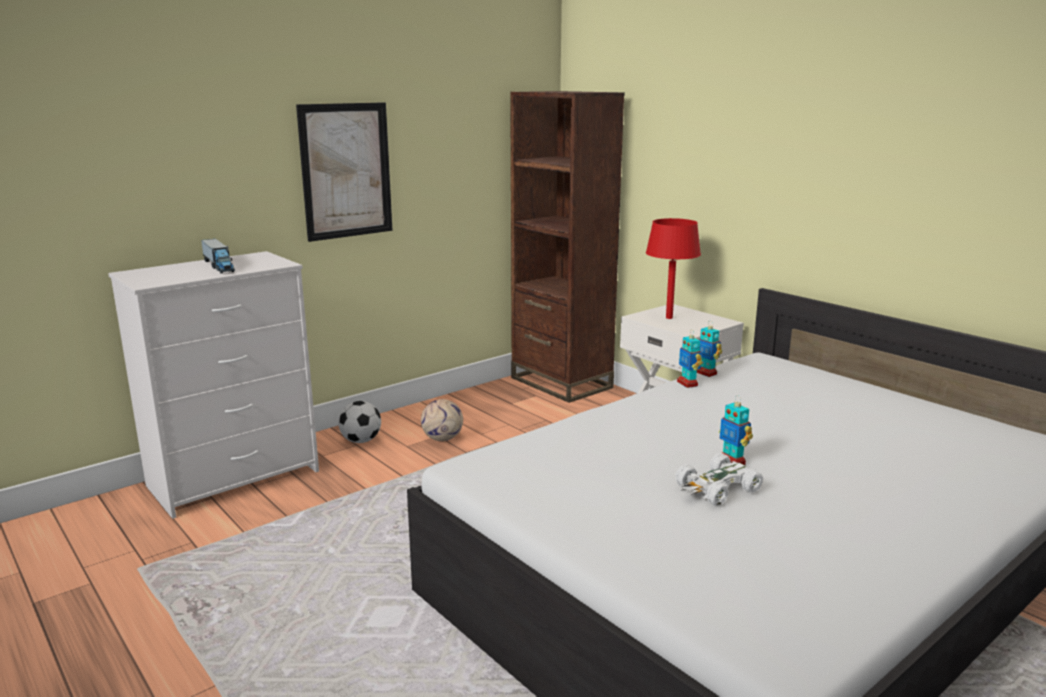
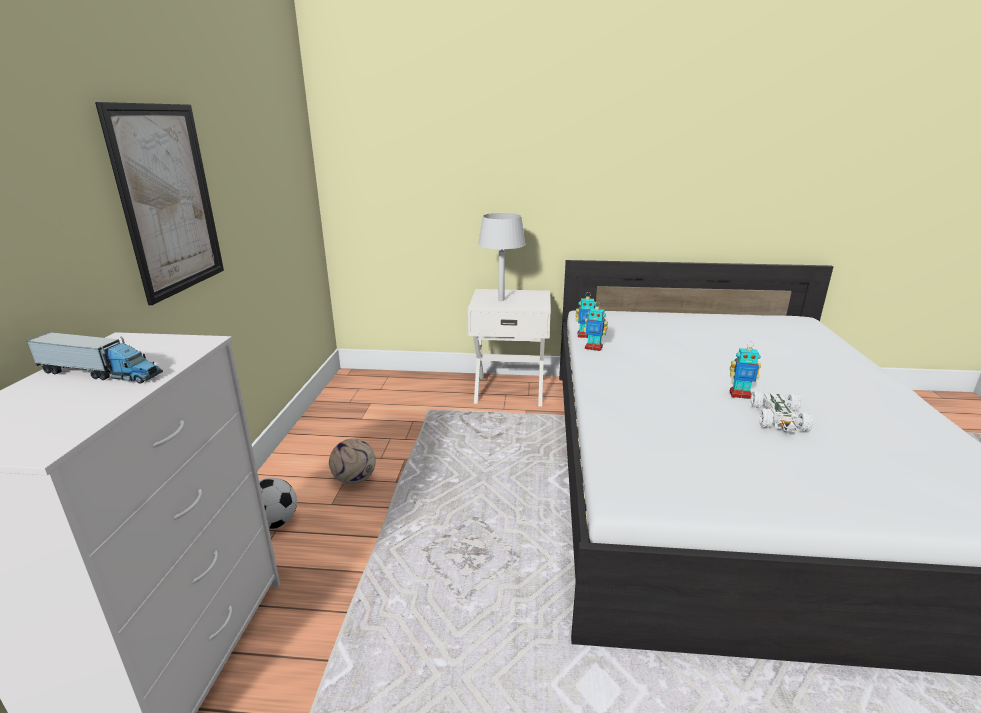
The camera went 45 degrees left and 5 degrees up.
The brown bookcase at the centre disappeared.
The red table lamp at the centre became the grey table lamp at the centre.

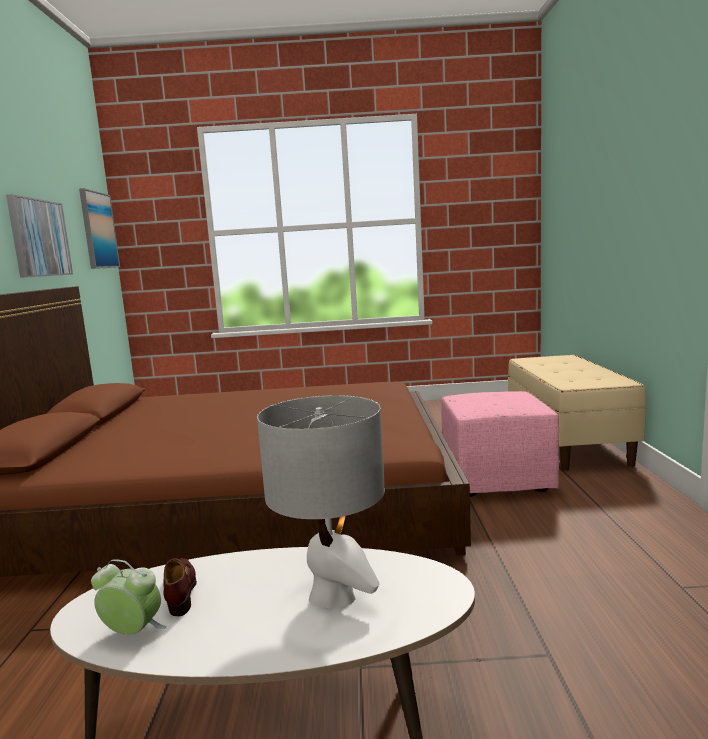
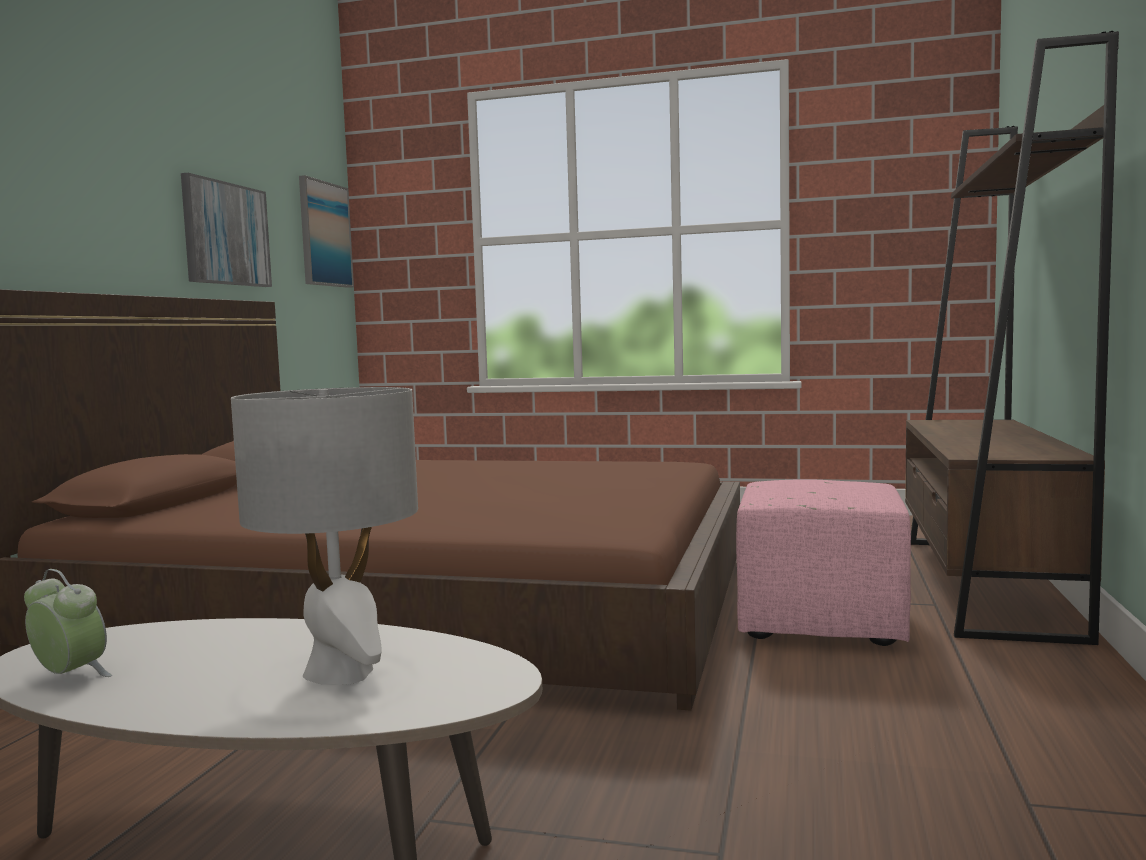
The camera went 15 degrees right and 5 degrees down.
The brown shoe at the bottom left disappeared.
The beige bench at the middle right was replaced by the brown bookcase at the middle right.

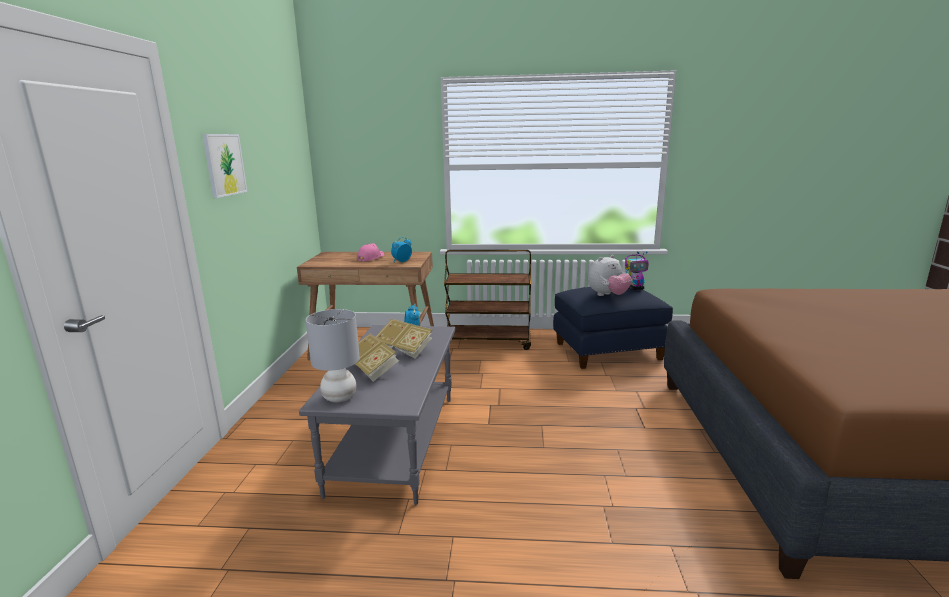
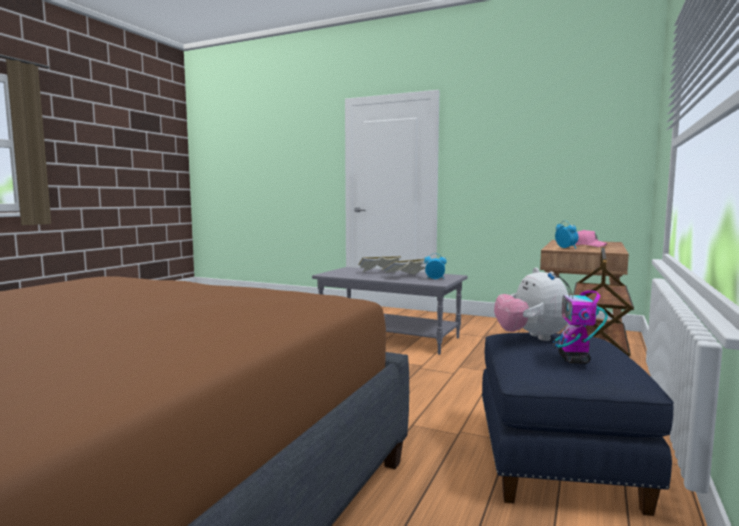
The camera went 110 degrees right and 10 degrees down.
The picture at the top left disappeared.
The grey table lamp at the centre disappeared.

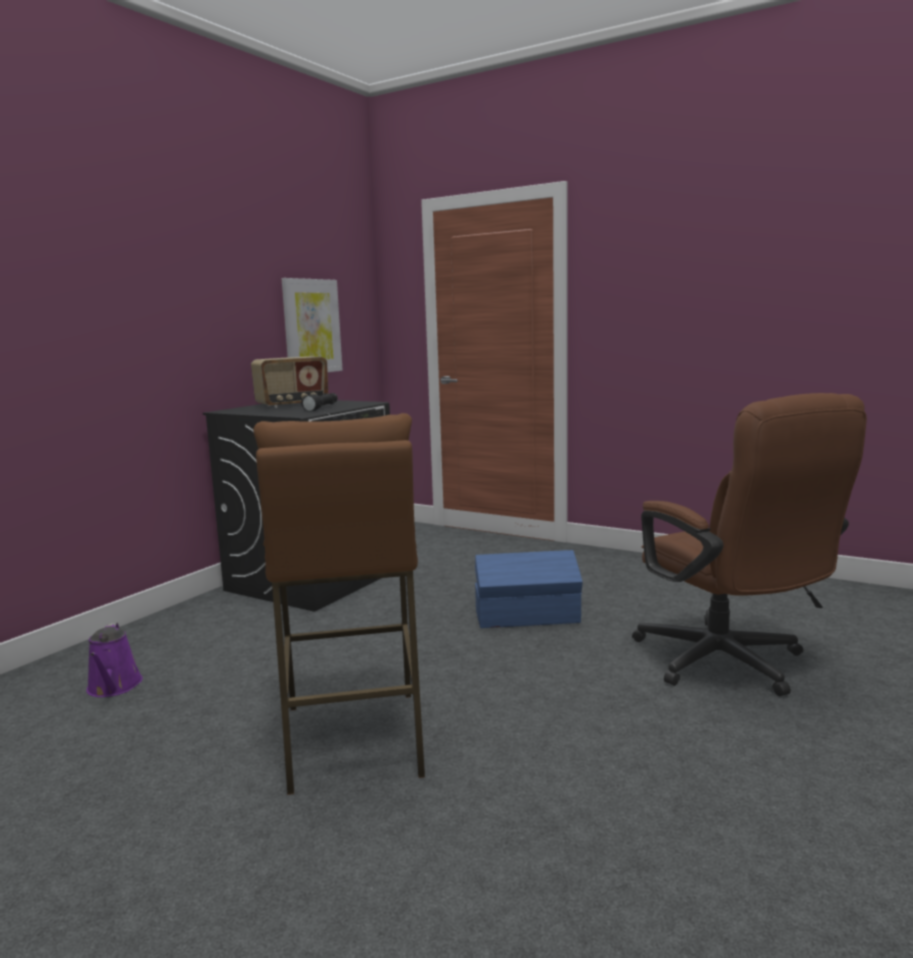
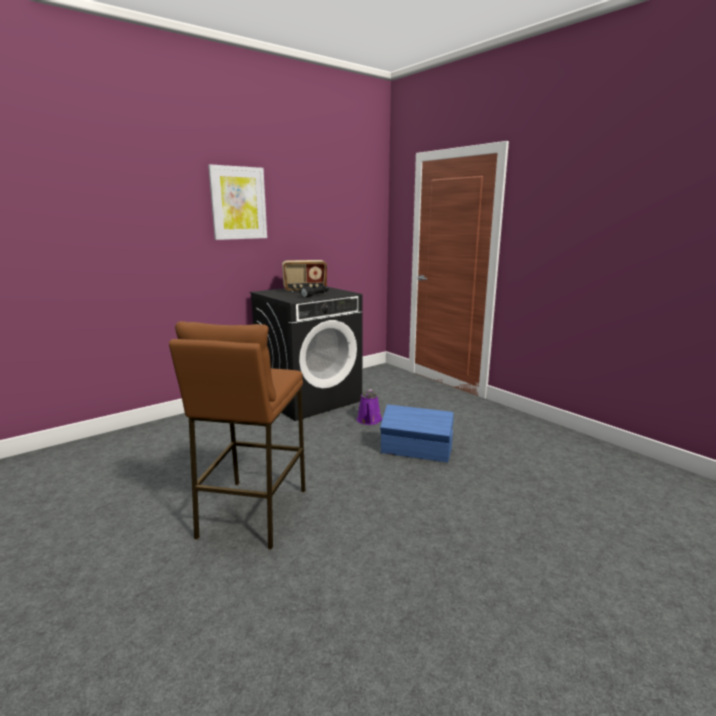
The camera went 20 degrees right and 5 degrees up.
The purple watering can moved from the bottom left to the centre.
The picture moved from the centre to the top left.
The brown office chair at the middle right disappeared.

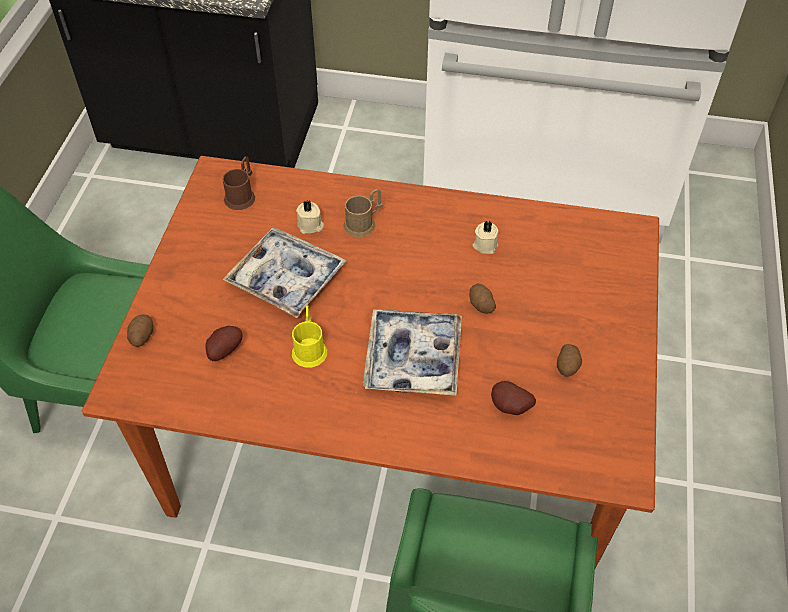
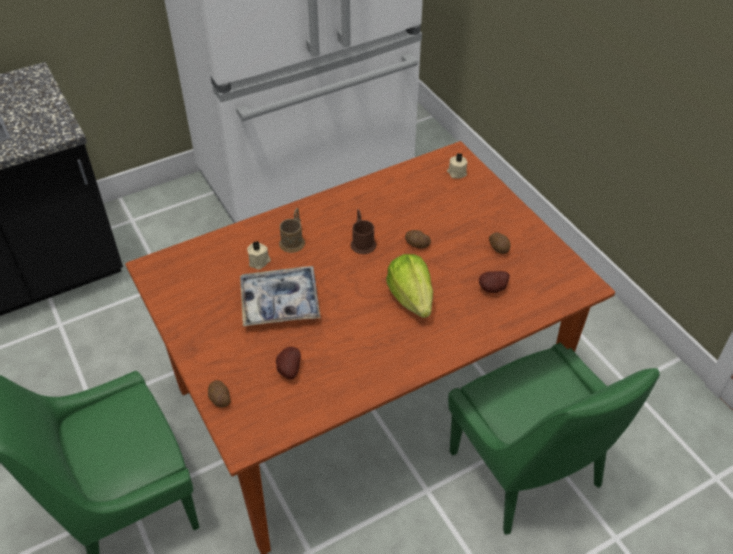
The camera went 40 degrees left and 5 degrees down.
The brown mug (no. 1 from left in the first image) moved from the top left to the centre.
The yellow mug at the centre disappeared.
The tray (no. 2 from left) at the centre was replaced by the lettuce at the centre.
The beige candle (no. 2 from left) moved from the centre to the top centre.

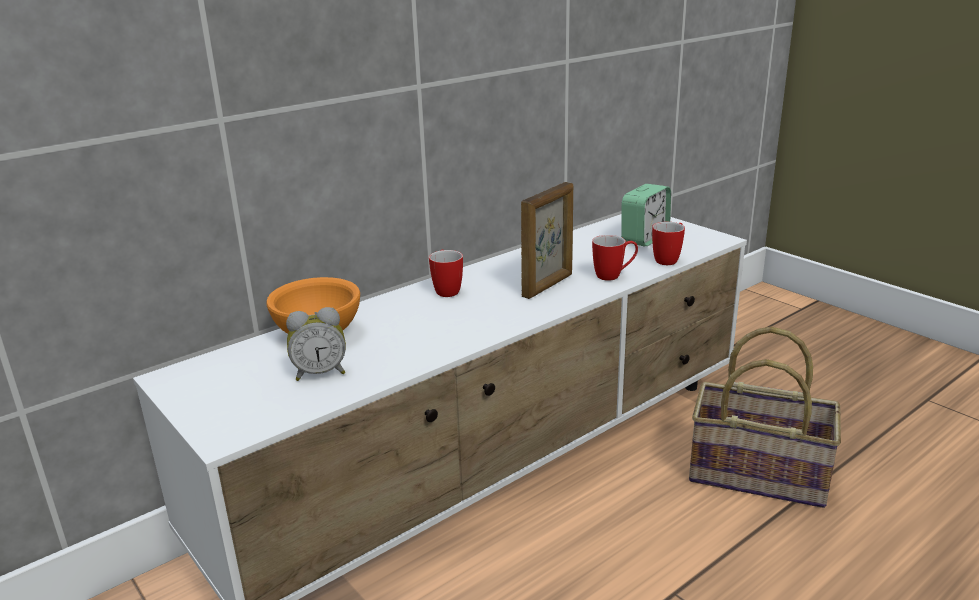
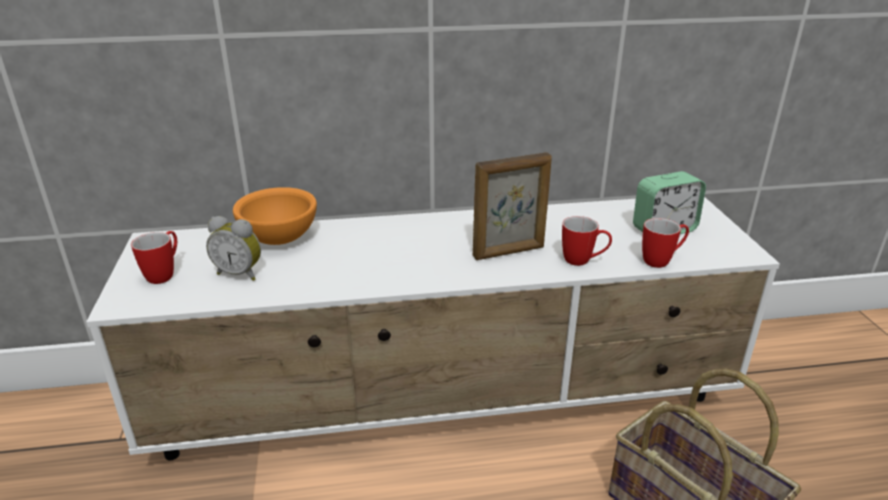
The camera went 30 degrees right and 5 degrees up.
The mug (no. 1 from left) moved from the centre to the middle left.

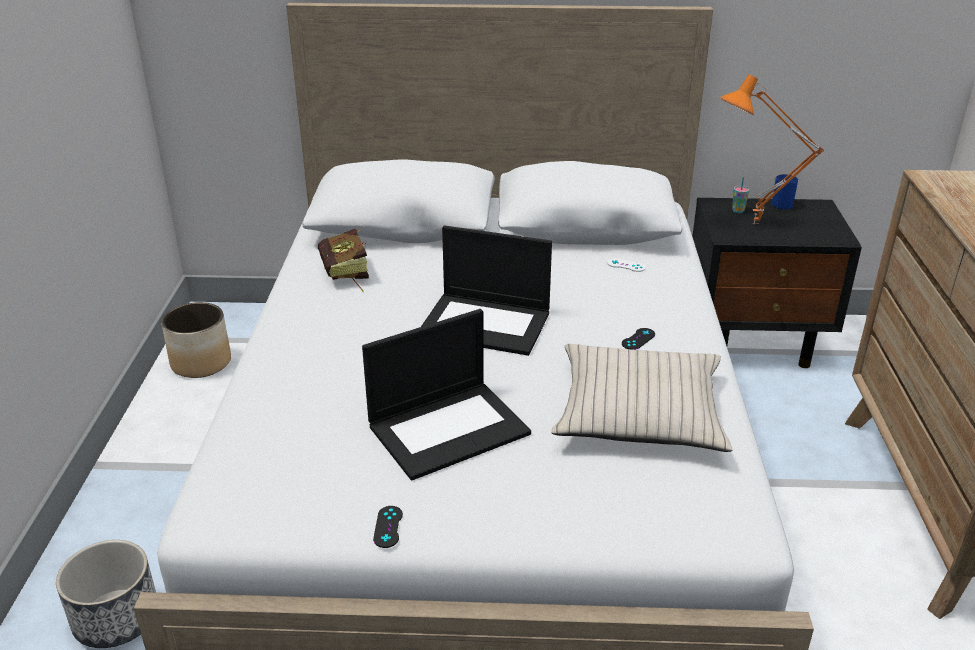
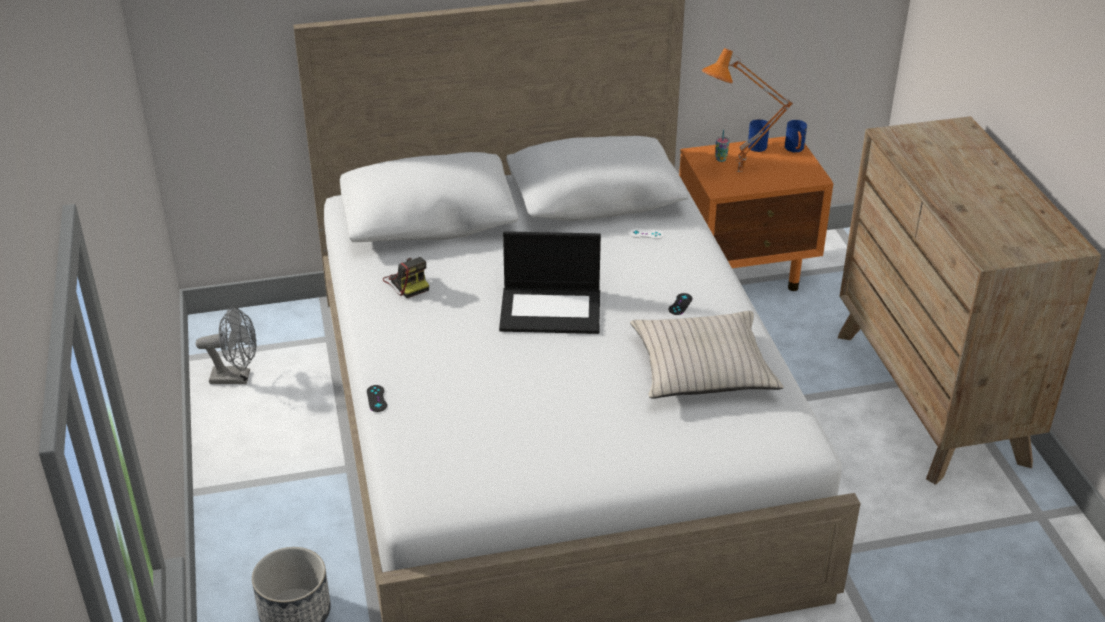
The camera went 15 degrees left and 5 degrees up.
The planter (no. 2 from left) at the middle left was replaced by the grey fan at the middle left.
The book at the centre was replaced by the photo camera at the centre.
The laptop (no. 1 from left) at the centre disappeared.
The black game controller (no. 1 from left) moved from the bottom centre to the centre.
The black nightstand at the middle right became the orange nightstand at the middle right.
The blue mug (no. 2 from left) at the top right appeared.

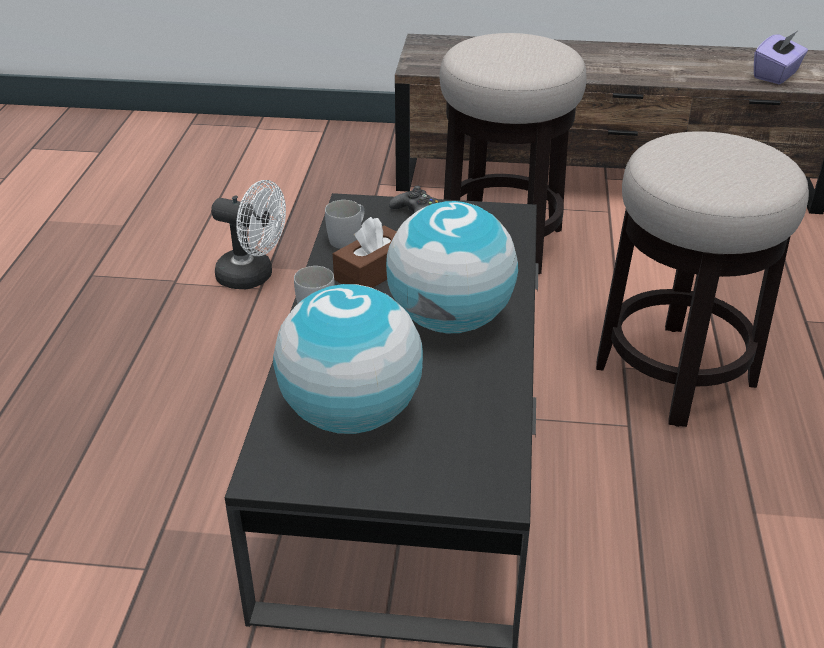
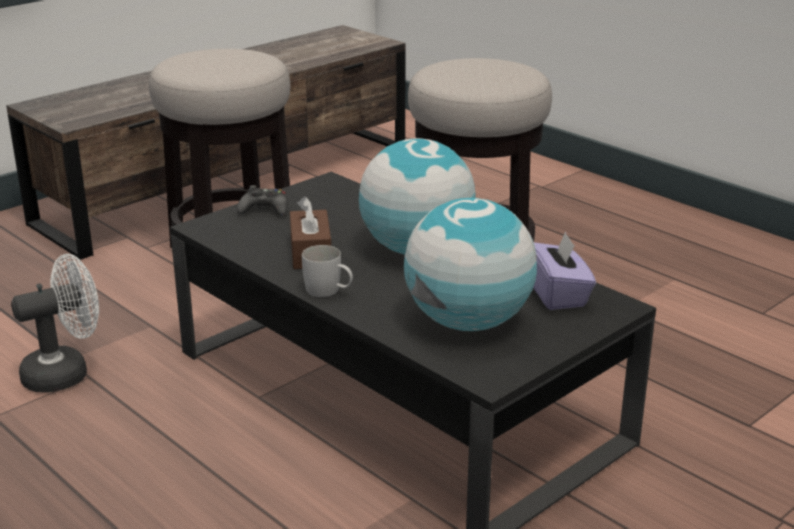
The camera went 50 degrees left and 10 degrees down.
The white mug (no. 2 from left) at the centre disappeared.
The purple tissue box moved from the top right to the middle right.

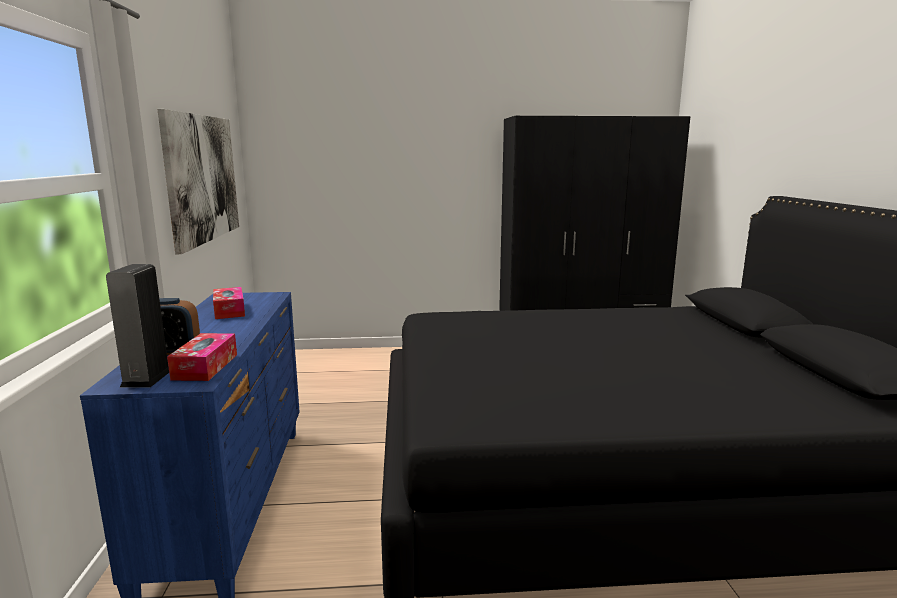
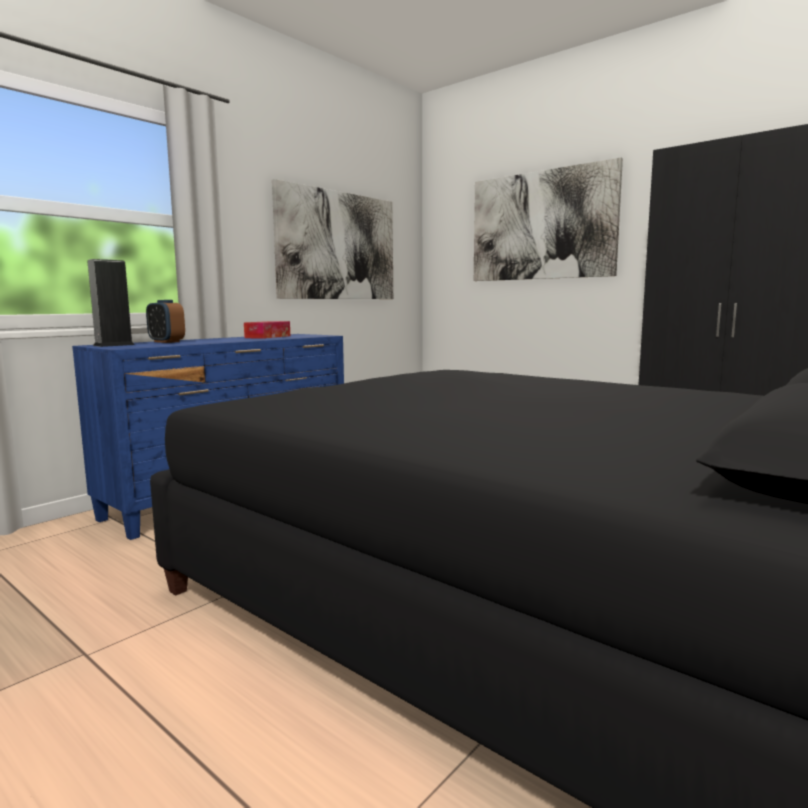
The camera went 45 degrees right and 5 degrees down.
The tissue box (no. 1 from left) at the middle left disappeared.
The picture (no. 2 from left) at the top right appeared.

